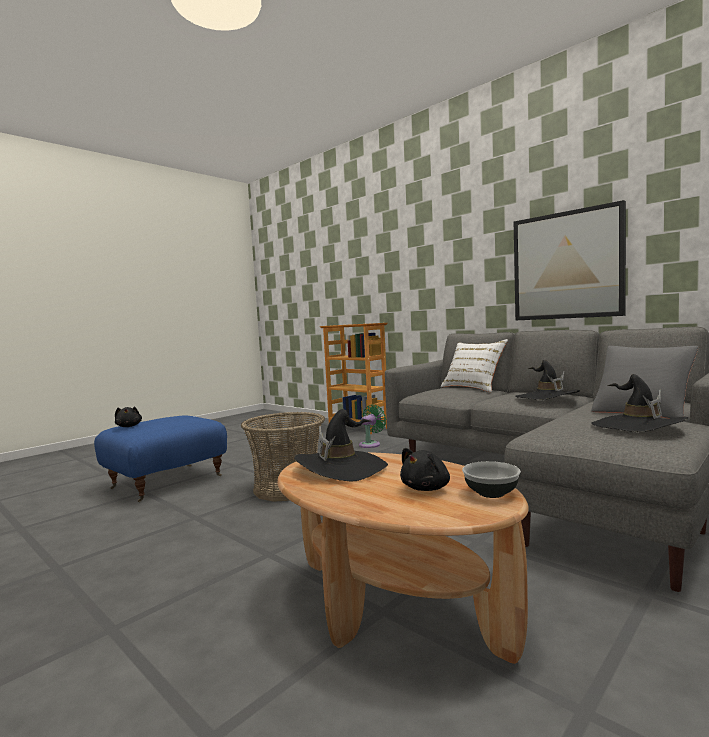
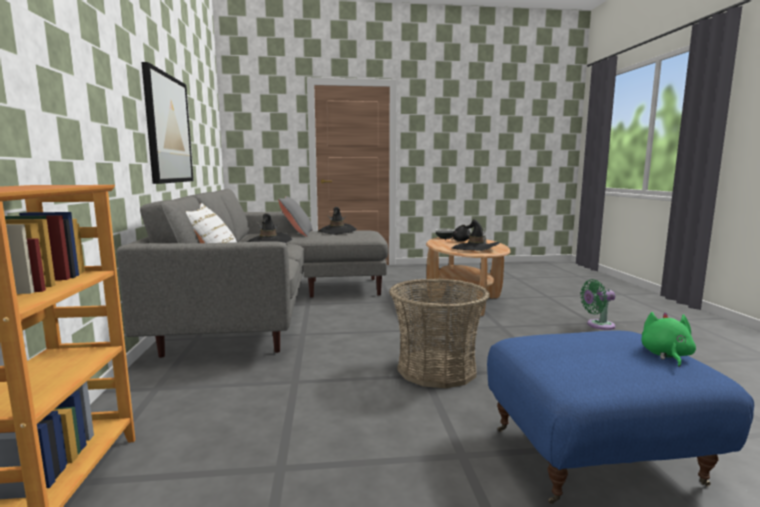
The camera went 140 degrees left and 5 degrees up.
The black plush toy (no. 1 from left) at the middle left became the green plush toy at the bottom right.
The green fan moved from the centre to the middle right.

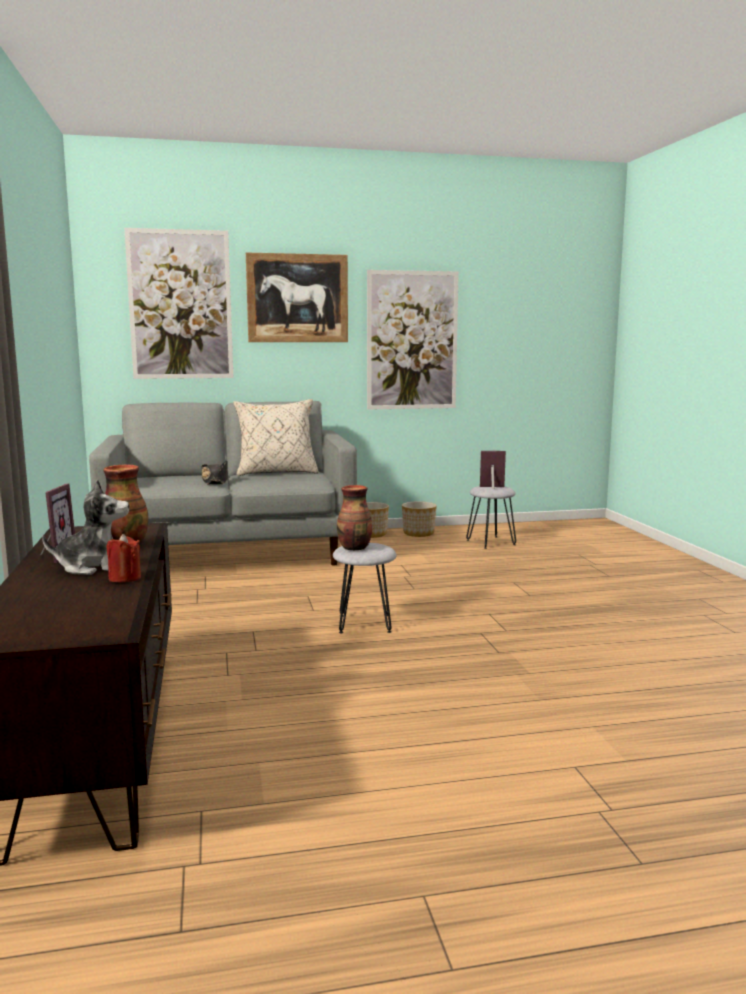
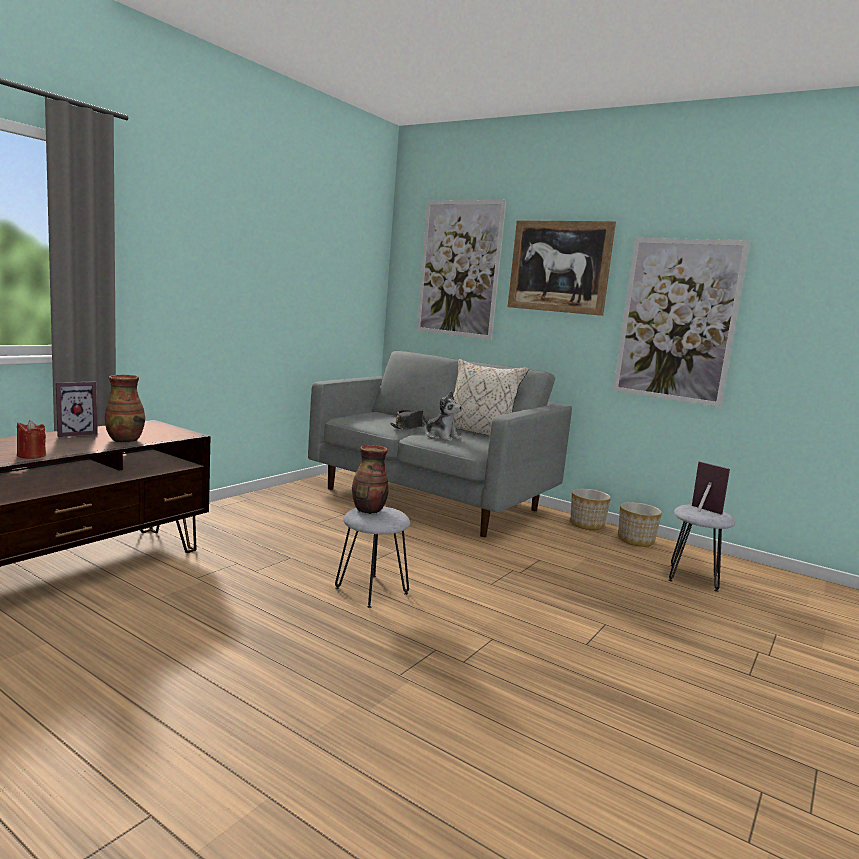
The camera went 45 degrees right and 0 degrees up.
The plush toy moved from the middle left to the centre.

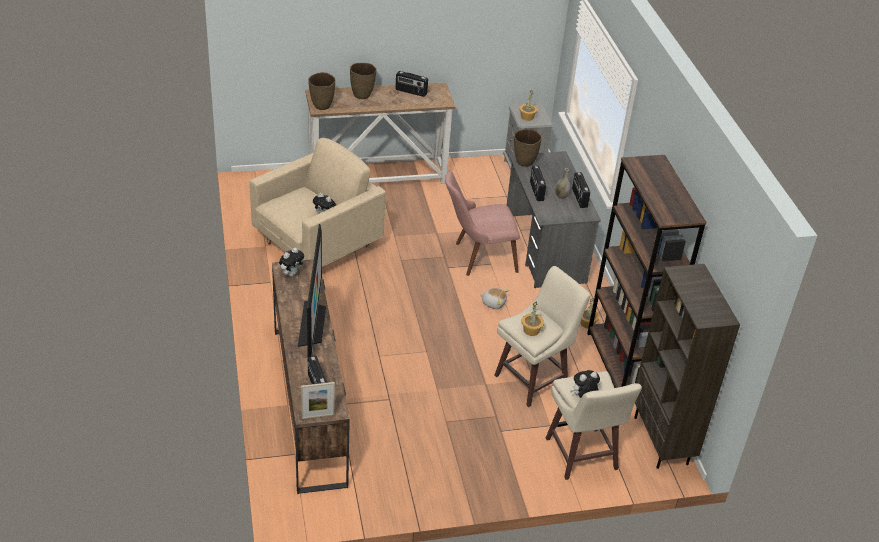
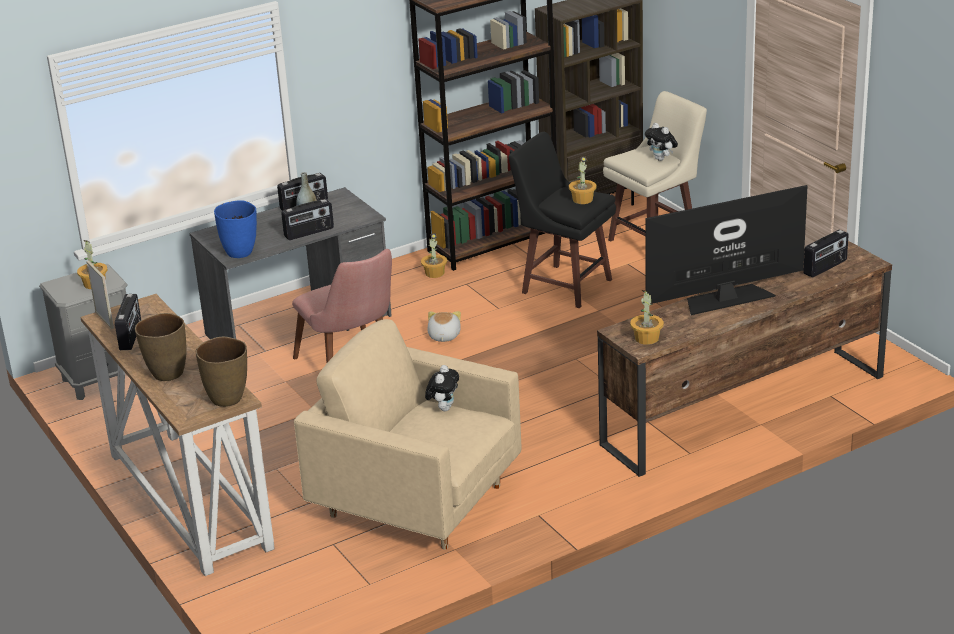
The camera went 105 degrees left and 10 degrees down.
The plush toy (no. 1 from left) at the middle left was replaced by the potted plant (no. 4 from left) at the middle right.
The picture frame moved from the bottom centre to the middle left.
The beige stool (no. 1 from left) at the centre became the black stool at the centre.
The brown vase (no. 3 from left) at the top centre became the blue vase at the middle left.

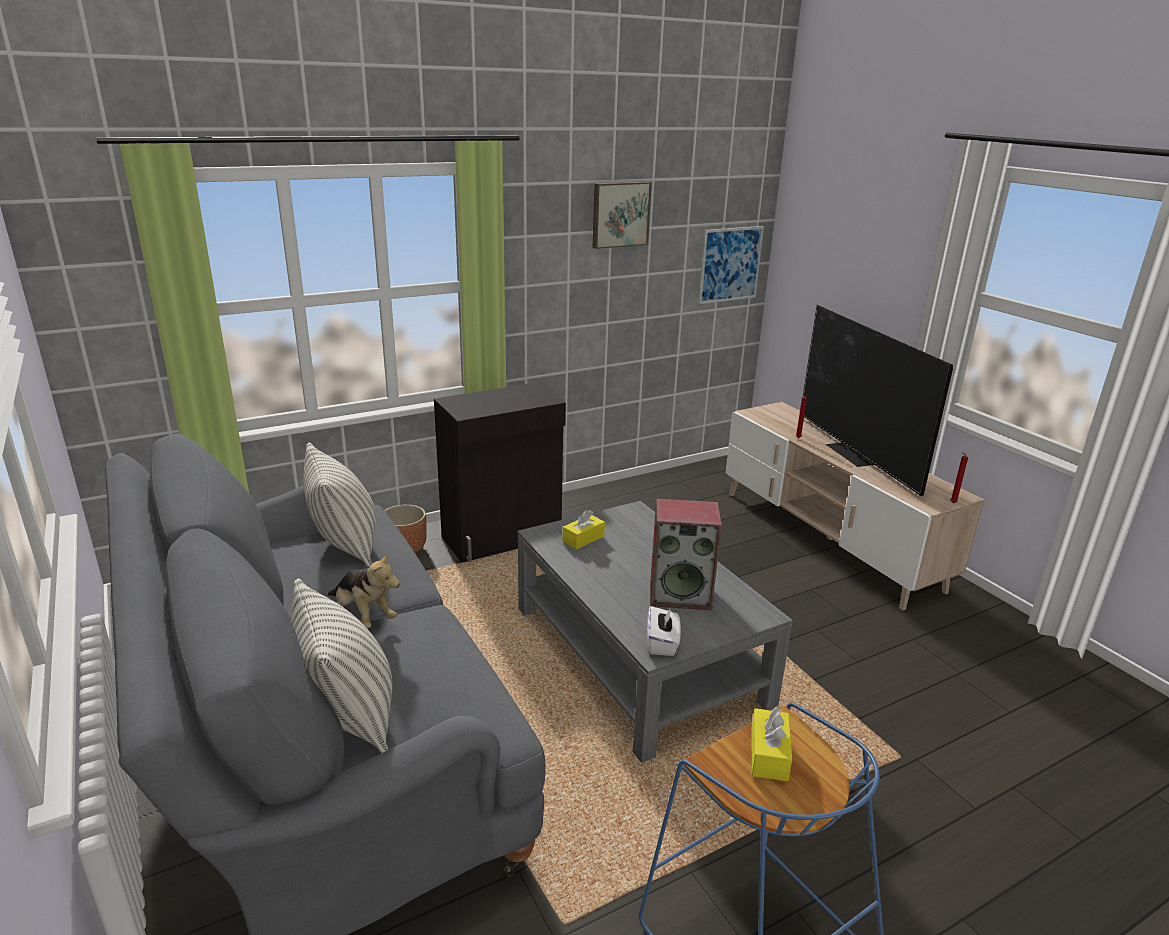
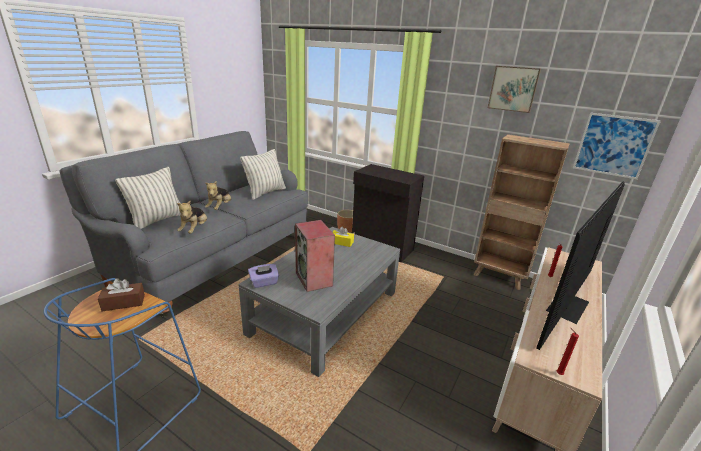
The camera went 60 degrees right and 0 degrees up.
The white tissue box at the bottom centre became the purple tissue box at the centre.
The yellow tissue box (no. 2 from left) at the bottom centre became the brown tissue box at the middle left.
The plush toy (no. 1 from left) at the middle left appeared.
The brown bookcase at the middle right appeared.

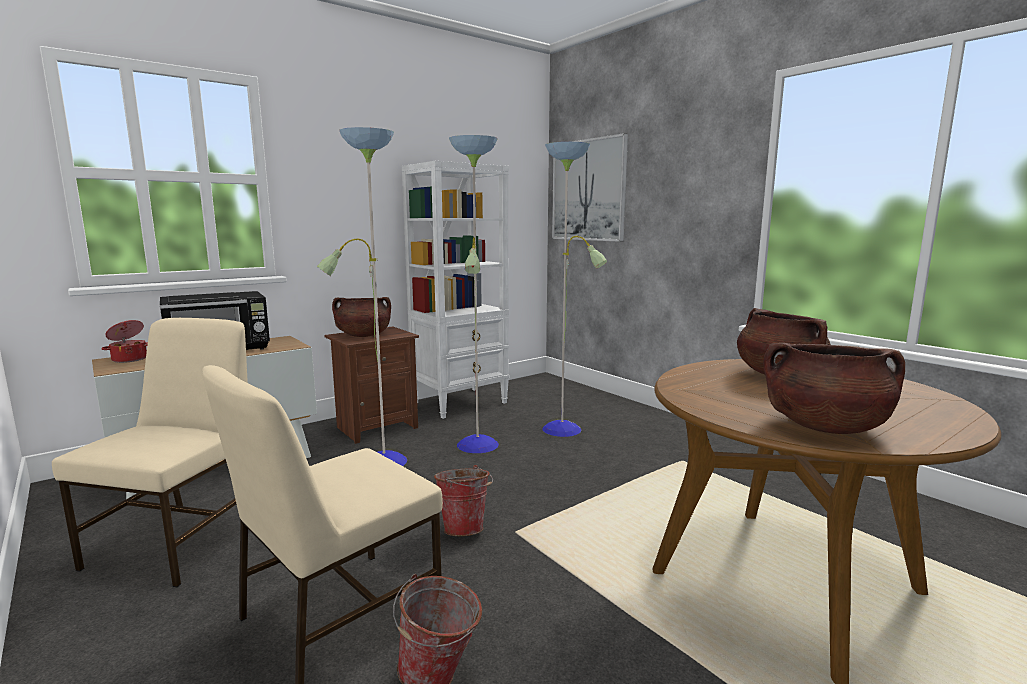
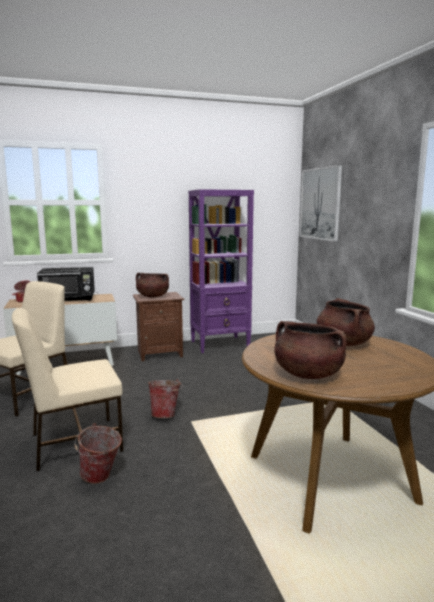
The camera went 20 degrees right and 0 degrees up.
The floor lamp at the centre disappeared.
The white bookcase at the centre became the purple bookcase at the centre.

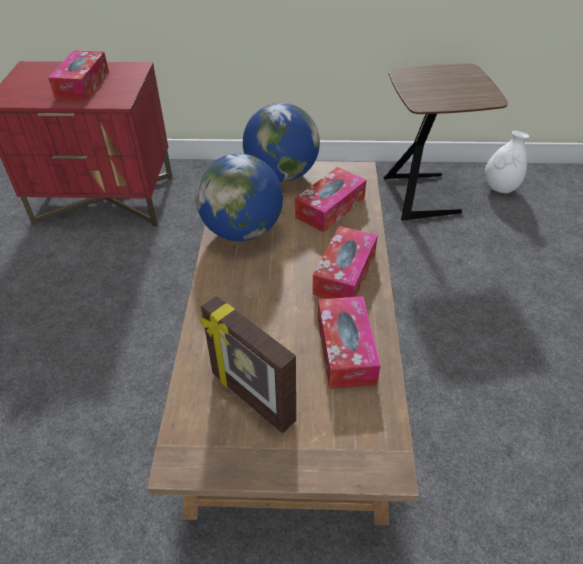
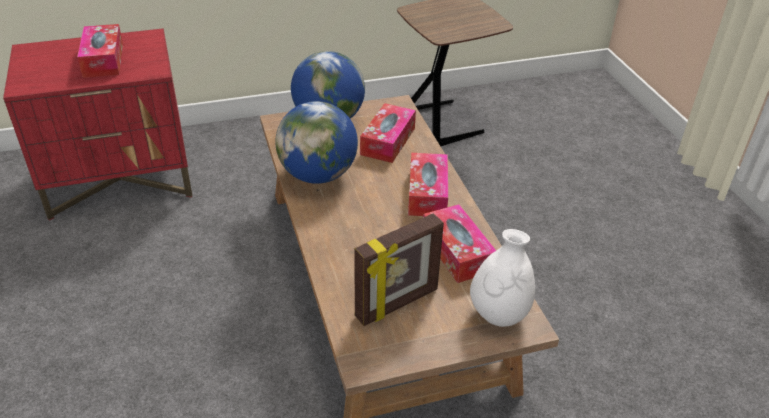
The camera went 20 degrees left and 5 degrees down.
The picture frame at the centre turned 60 degrees counterclockwise.
The white vase moved from the top right to the centre.

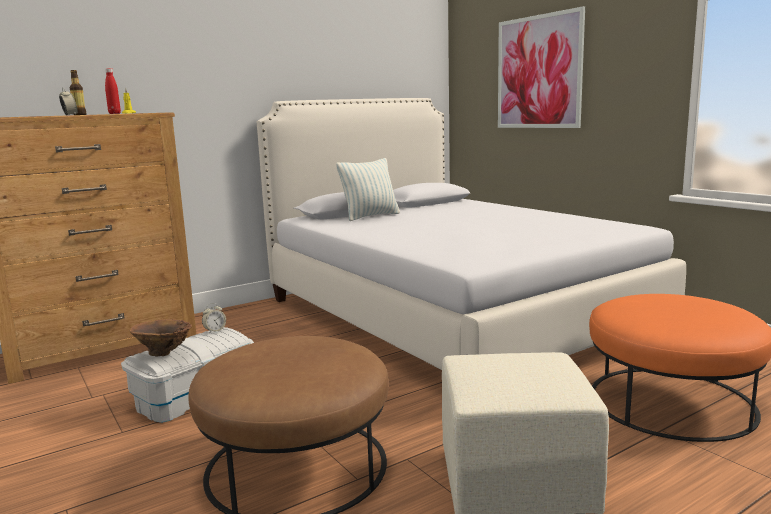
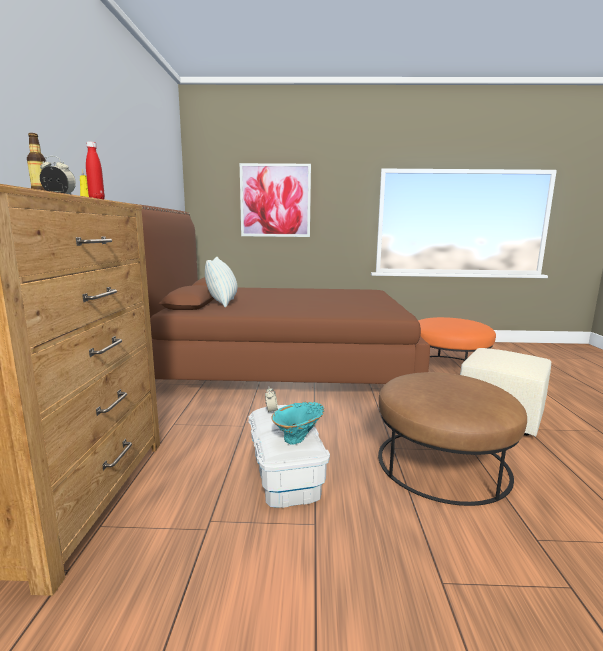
The camera went 55 degrees left and 0 degrees up.
The brown vase at the middle left became the turquoise vase at the centre.
The white bed at the centre became the brown bed at the centre.

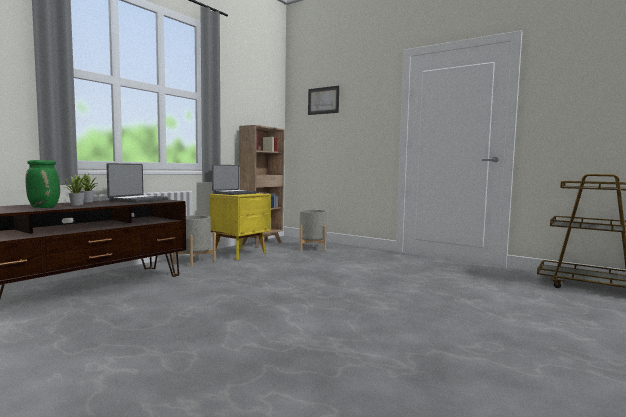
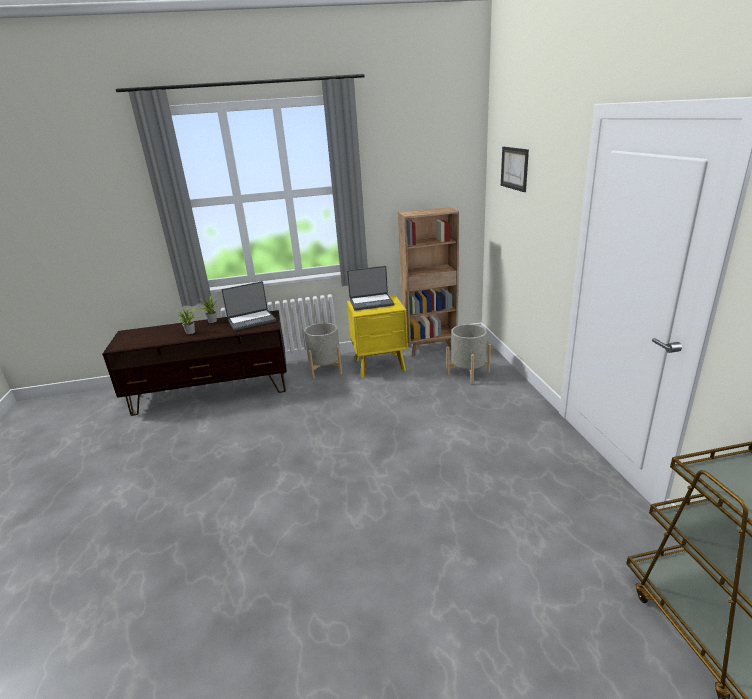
The camera went 45 degrees right and 20 degrees up.
The green vase at the middle left disappeared.

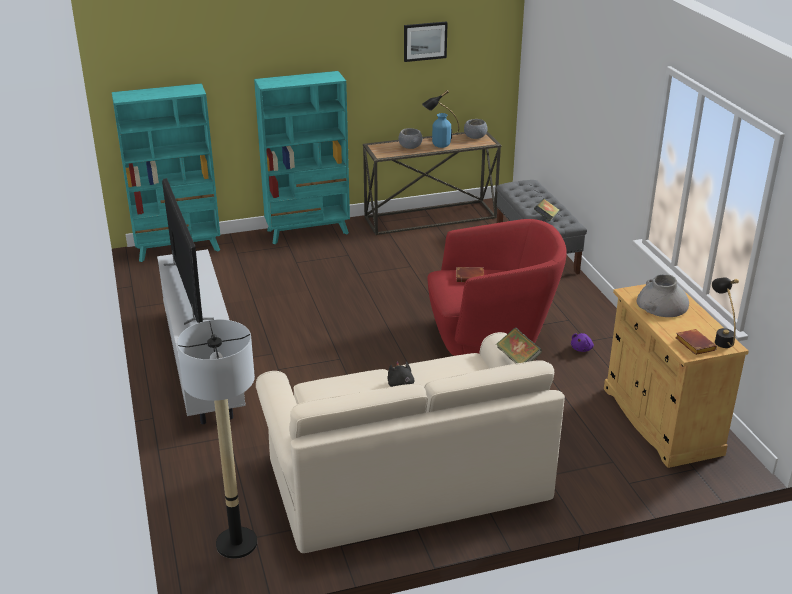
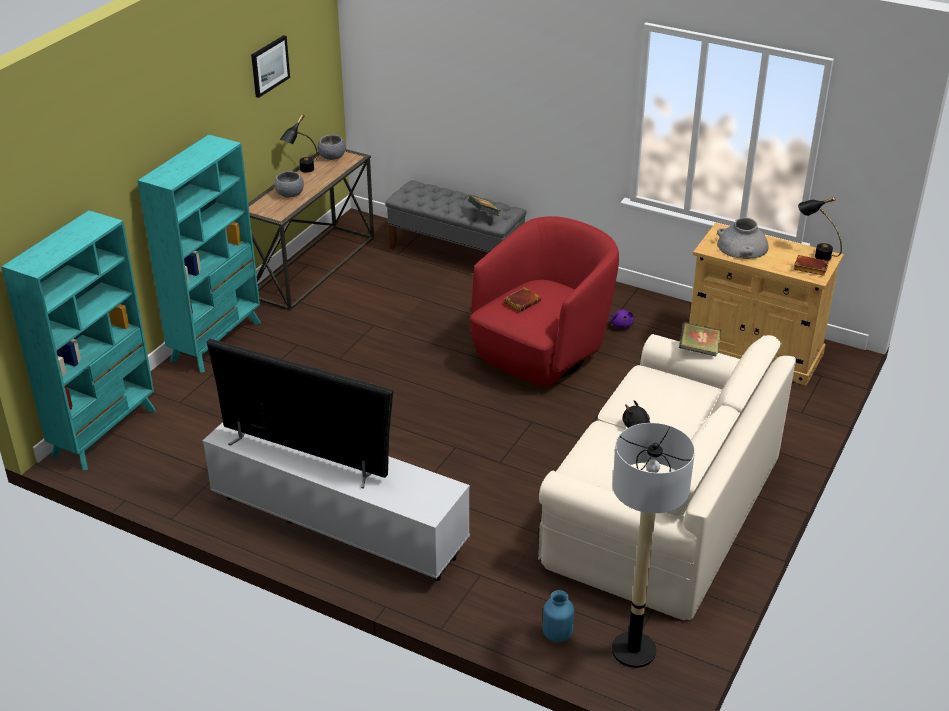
The camera went 45 degrees left and 5 degrees up.
The blue vase moved from the top centre to the bottom centre.

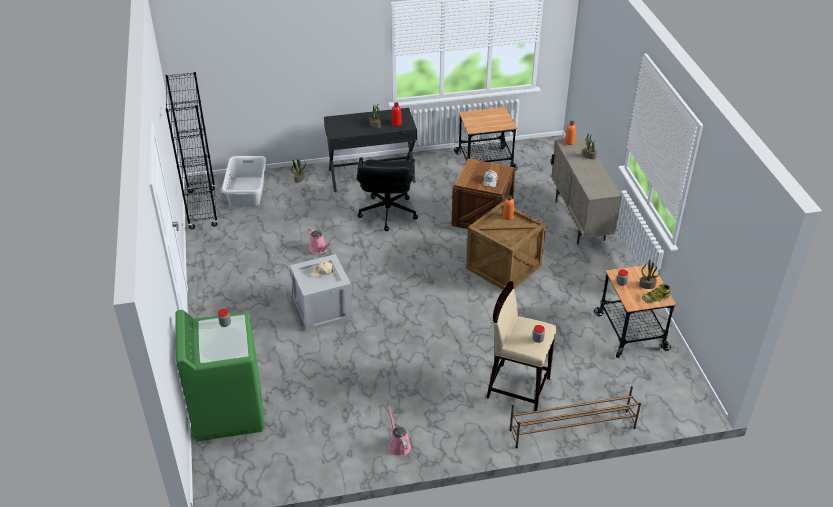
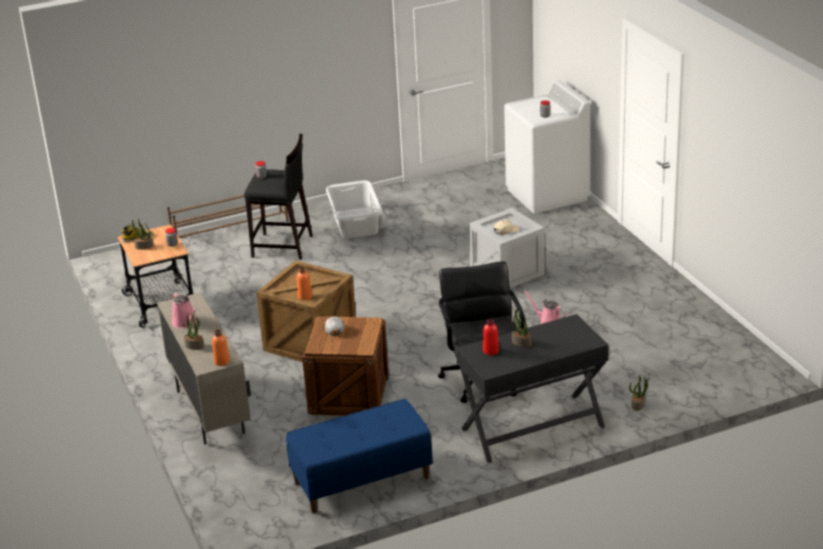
The camera went 170 degrees right and 10 degrees down.
The black bookcase at the top left disappeared.
The green washing machine at the bottom left became the white washing machine at the top centre.
The grey laundry basket moved from the middle left to the centre.
The pink watering can (no. 2 from left in the first image) moved from the bottom centre to the middle left.
The cart (no. 1 from left) at the top centre was replaced by the blue bench at the bottom centre.
The beige stool at the bottom centre became the black stool at the centre.

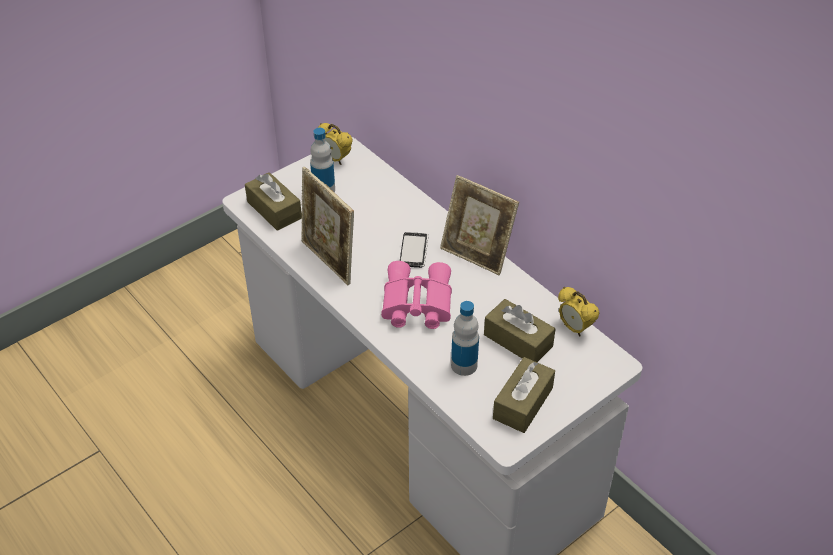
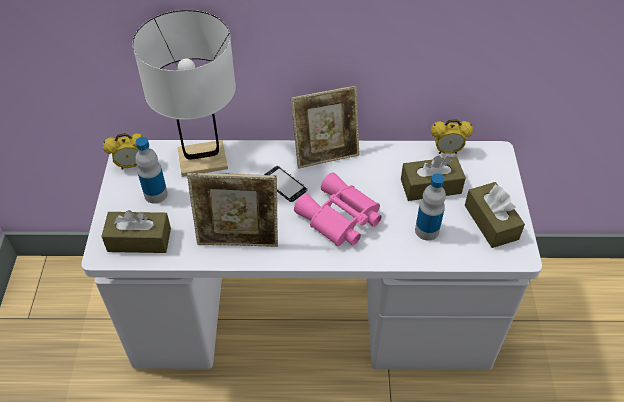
The camera went 50 degrees left and 5 degrees up.
The white table lamp at the top left appeared.

